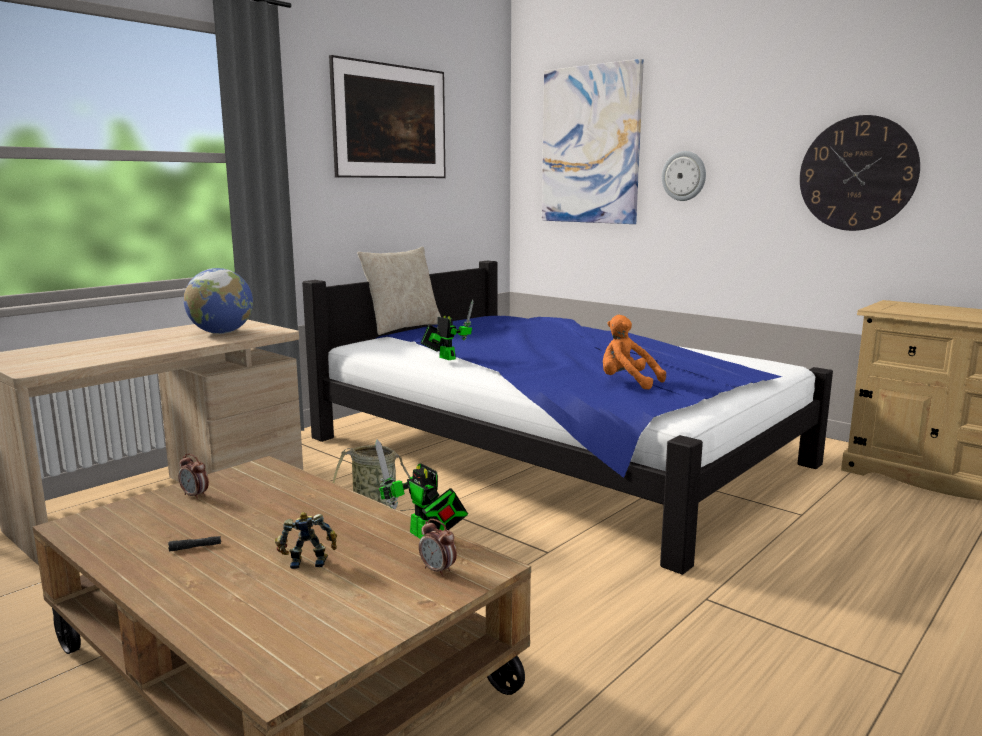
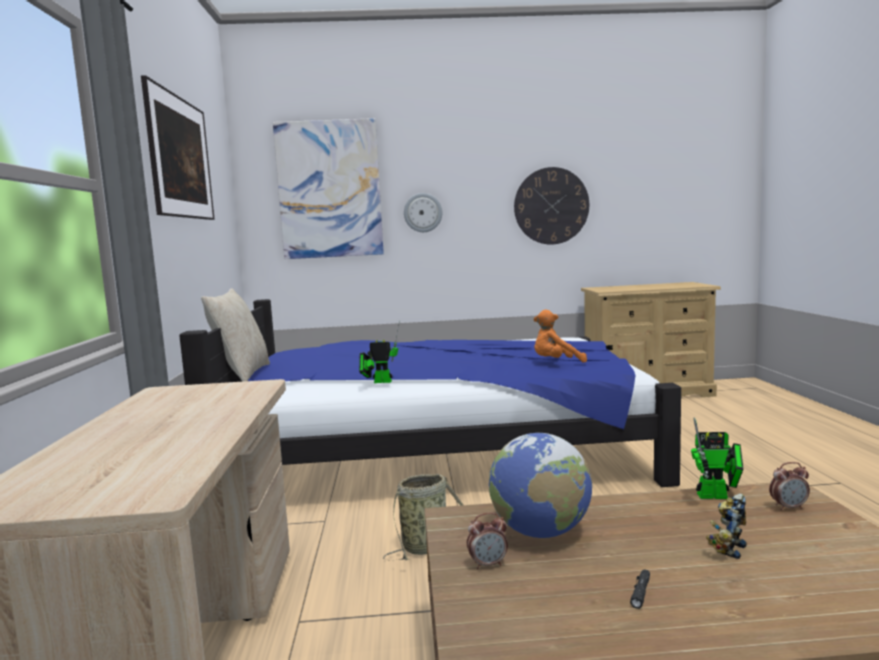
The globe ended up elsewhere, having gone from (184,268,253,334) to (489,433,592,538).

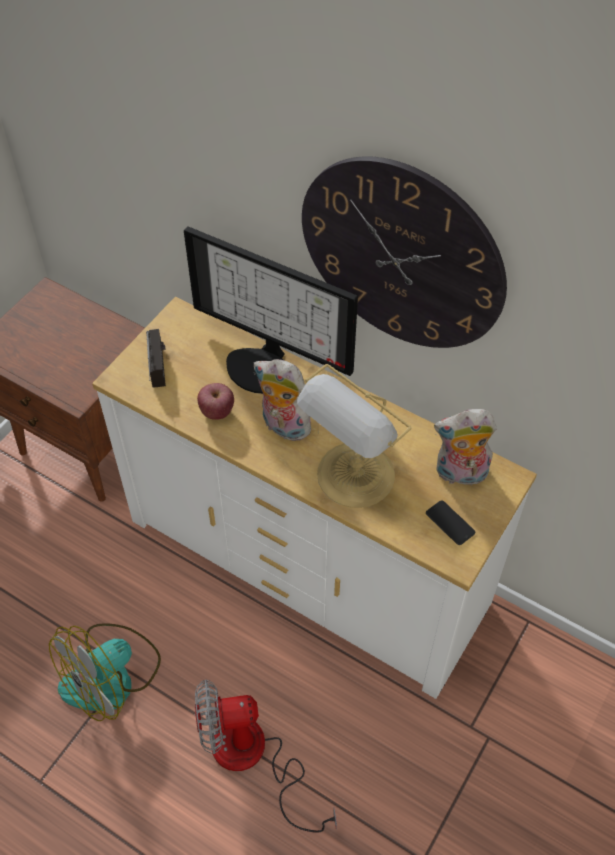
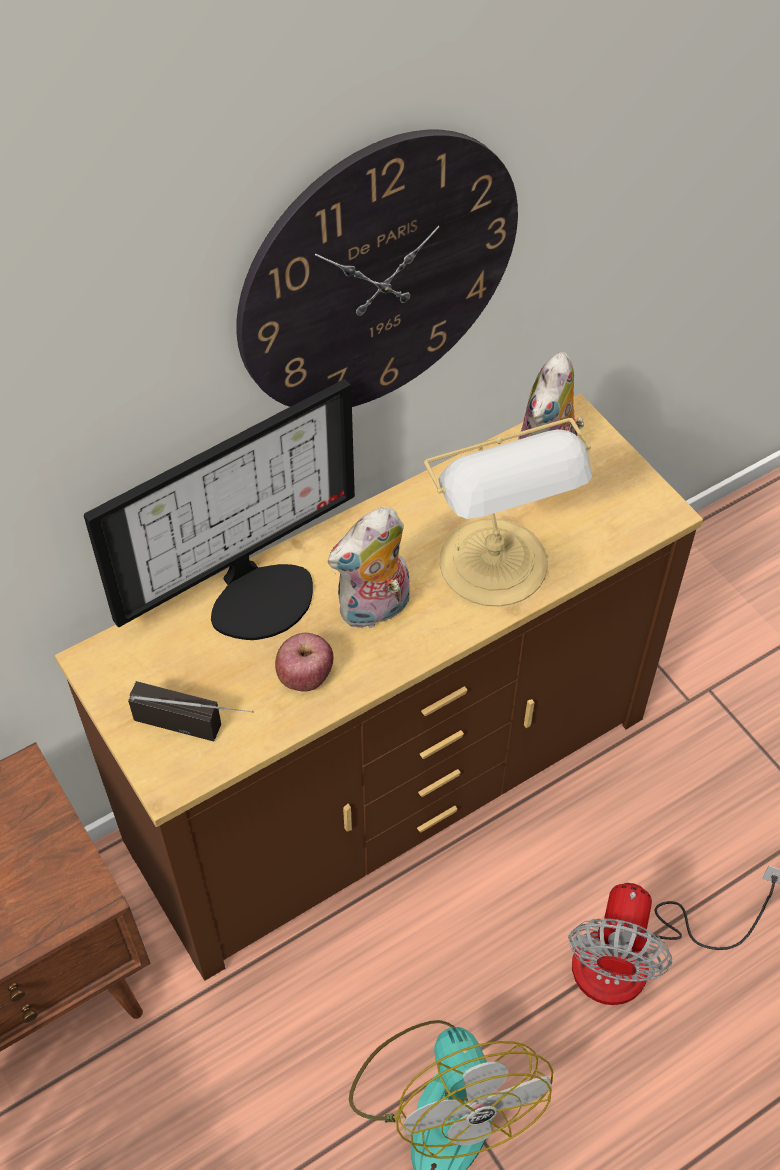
What was the white dresser at (92,297,537,699) turned into the brown dresser at (55,394,703,981).
The second view lost the phone at (426,500,475,545).

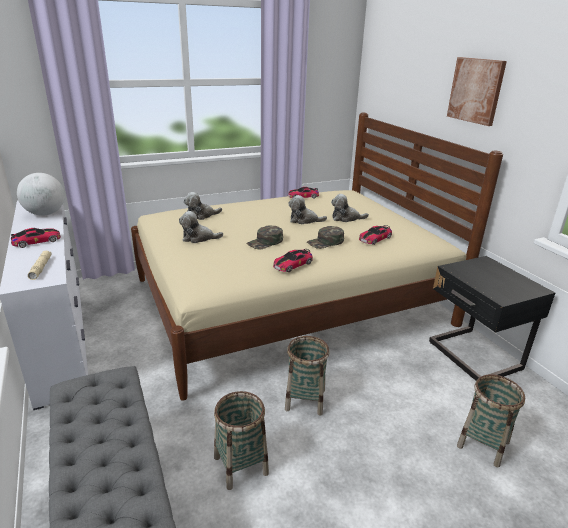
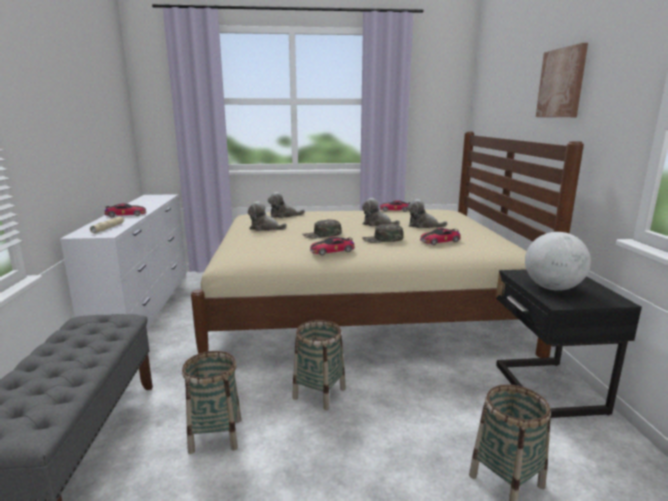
The globe ended up elsewhere, having gone from (17,173,65,215) to (525,232,591,291).

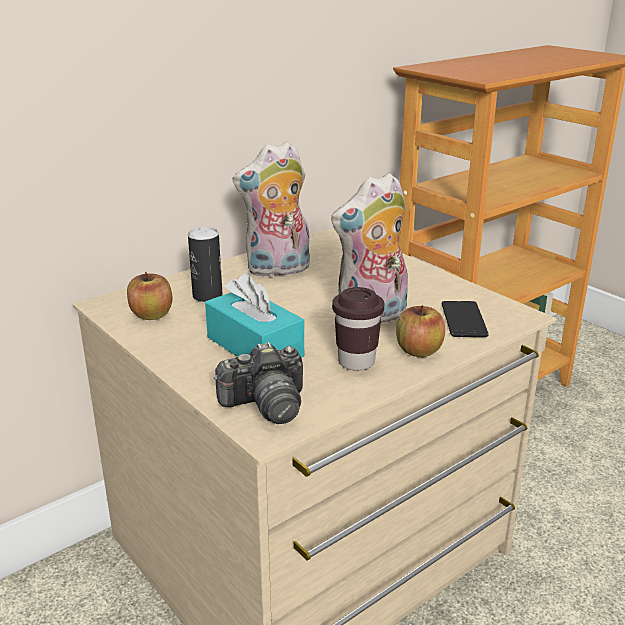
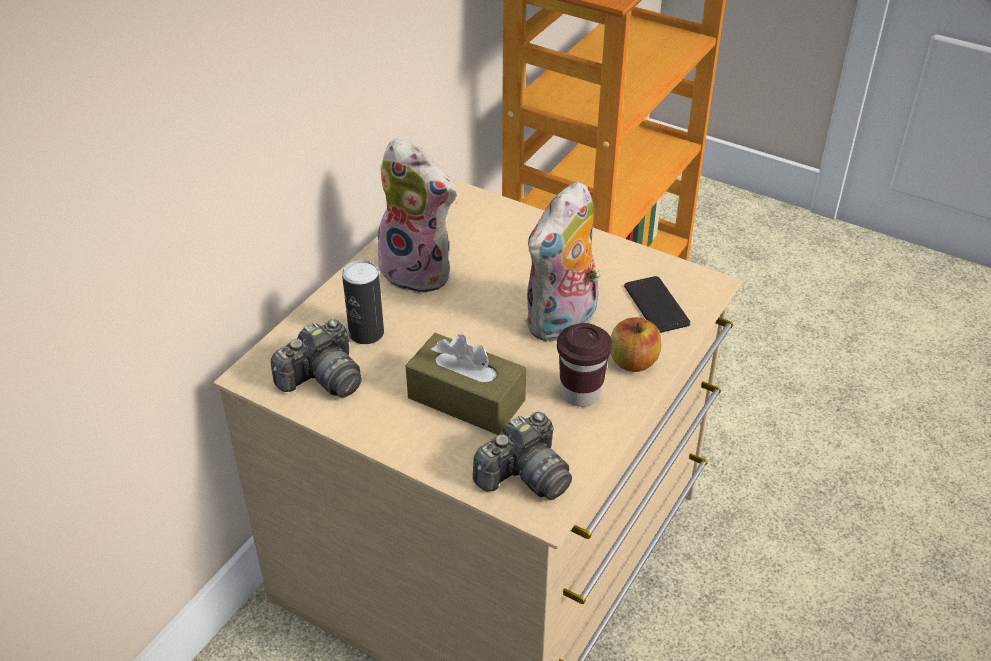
Where the apple stood at (127,272,172,320), the photo camera came to stand at (271,319,362,397).
The plush toy at (232,142,310,277) ended up facing another way, 105 degrees counterclockwise from before.
What was the turquoise tissue box at (205,273,304,358) turned into the brown tissue box at (406,333,526,435).

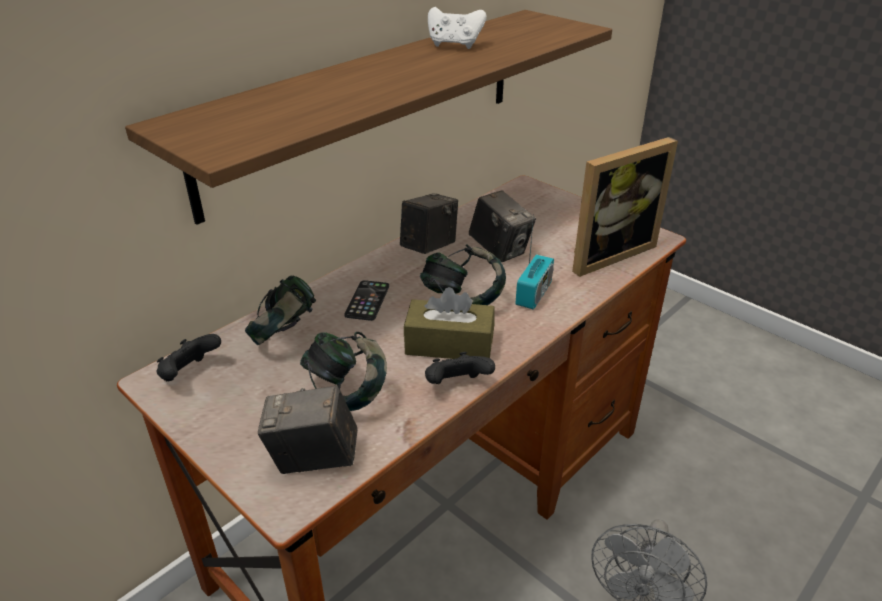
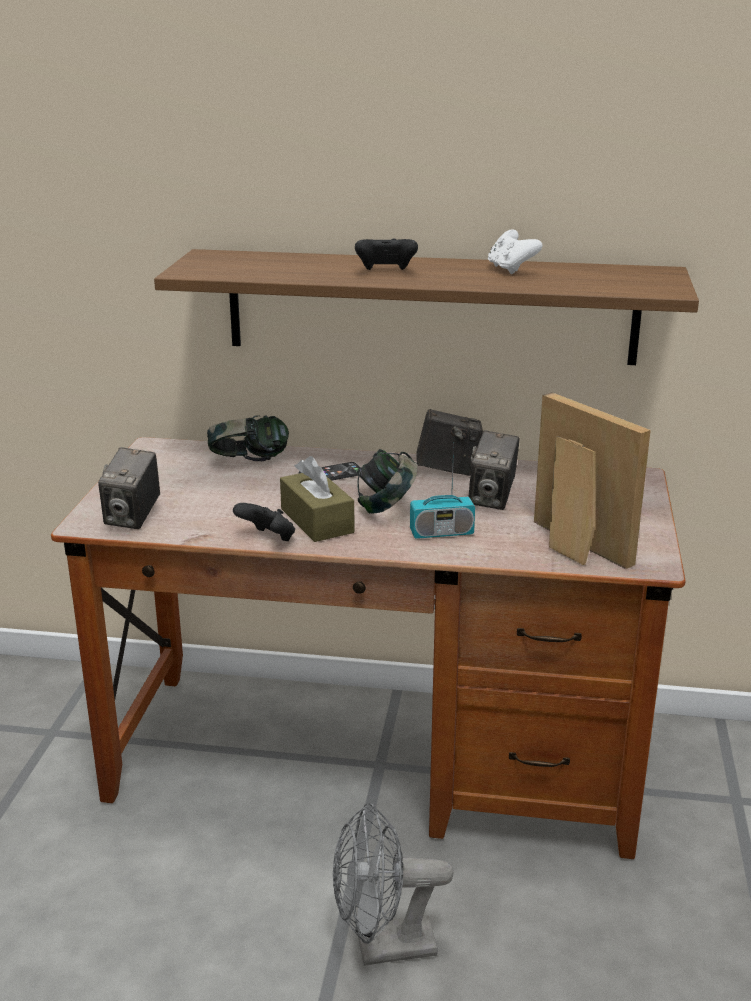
The photo camera at (258,385,357,474) ended up facing another way, 135 degrees counterclockwise from before.
The black game controller ended up elsewhere, having gone from (157,334,221,381) to (355,239,418,270).
The picture frame at (572,137,678,277) ended up facing another way, 150 degrees counterclockwise from before.
The second view lost the headphones at (300,332,387,411).

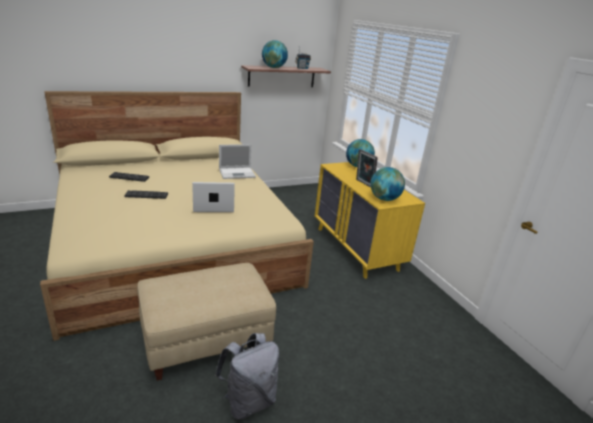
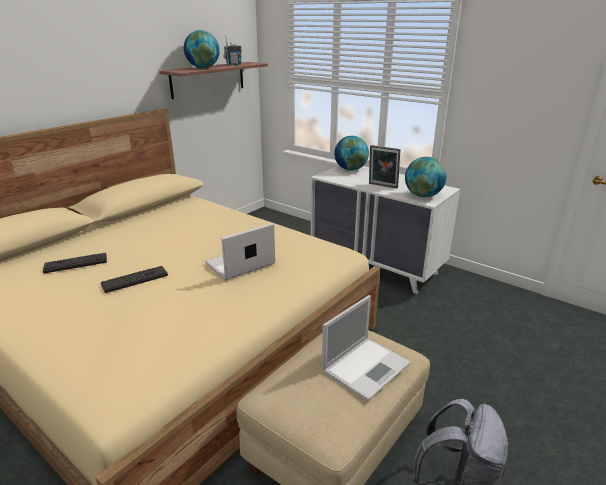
What was the yellow dresser at (315,162,425,279) turned into the white dresser at (311,166,460,294).
The laptop ended up elsewhere, having gone from (219,144,256,179) to (322,295,411,402).

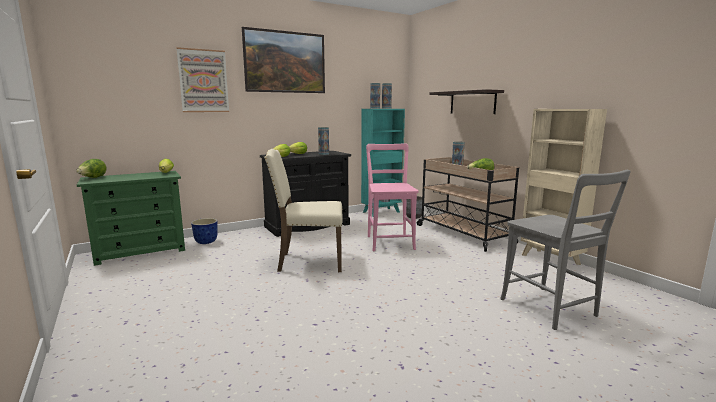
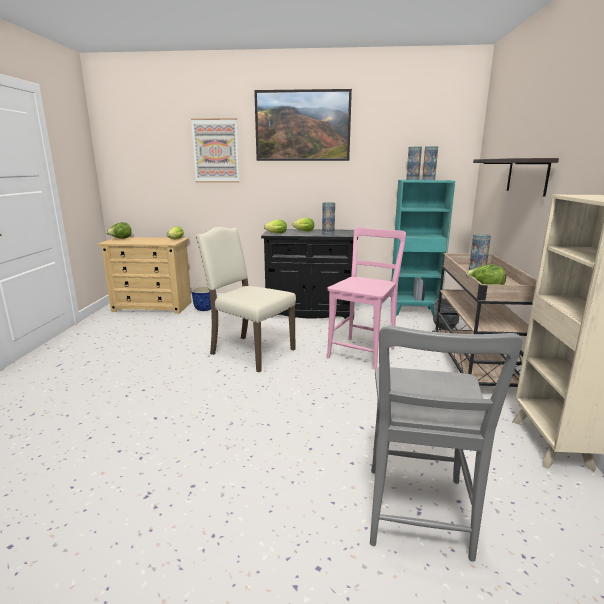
What was the green dresser at (77,171,185,266) turned into the beige dresser at (98,237,192,314).

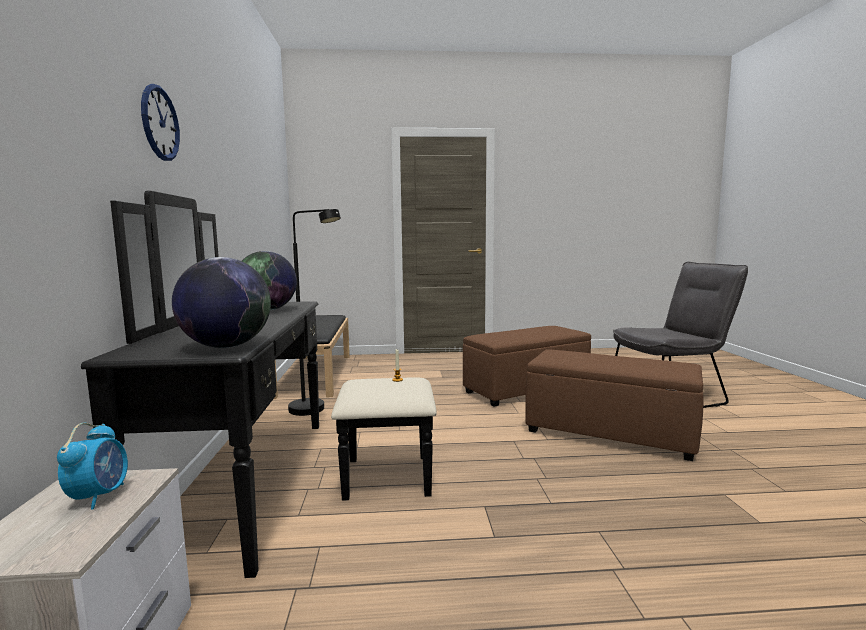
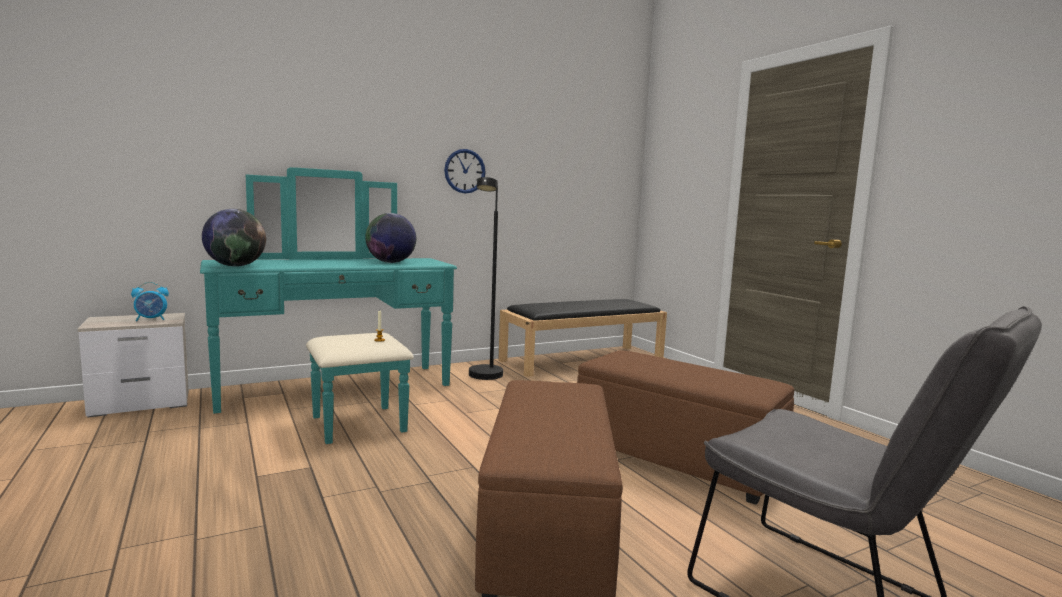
What was the black dresser at (81,191,437,578) turned into the turquoise dresser at (200,167,457,444).
The wall clock ended up elsewhere, having gone from (141,84,180,161) to (444,149,486,193).

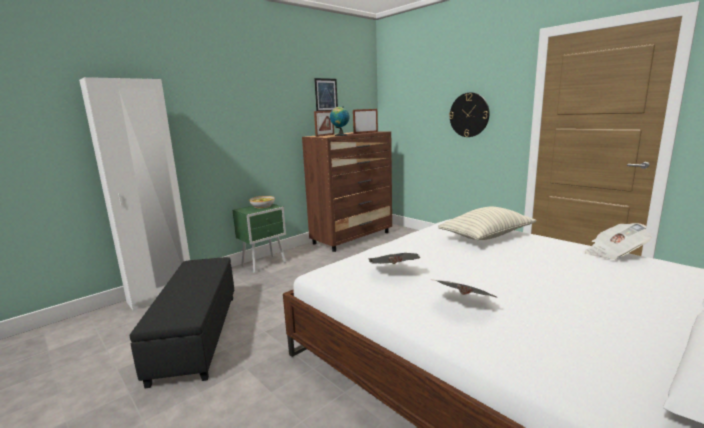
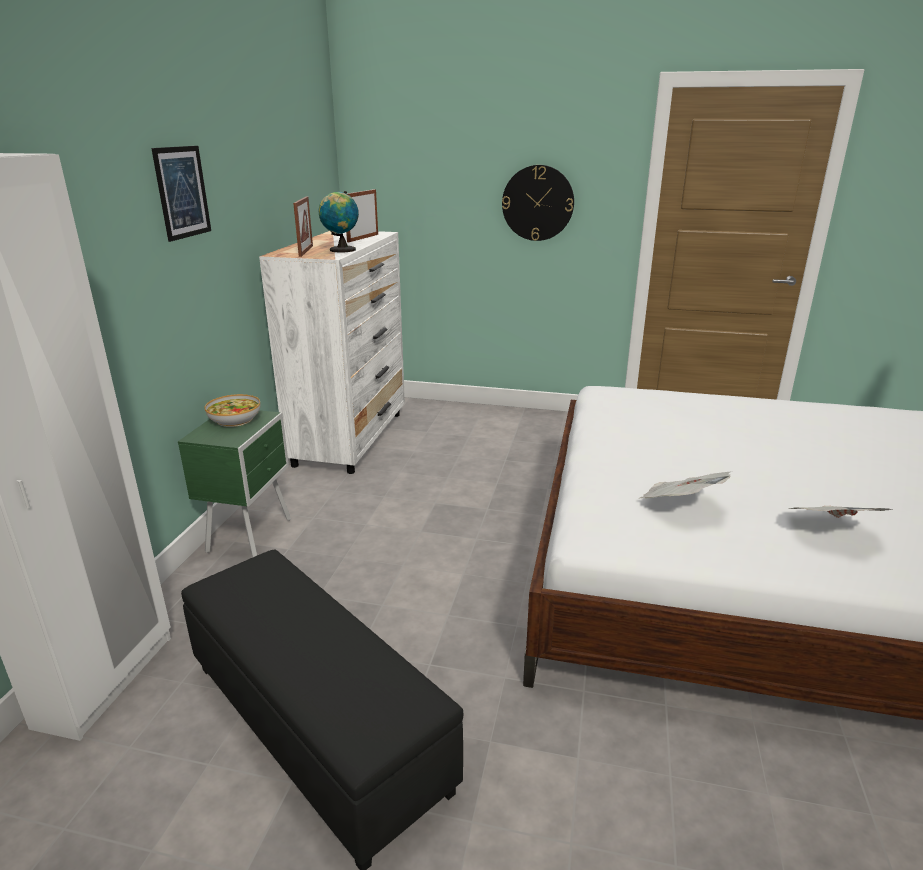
The picture ended up elsewhere, having gone from (314,78,338,111) to (151,146,211,242).
What was the brown dresser at (302,131,392,252) turned into the white dresser at (259,231,405,474).
The second view lost the pillow at (438,206,537,240).
The second view lost the newspaper at (584,223,651,259).

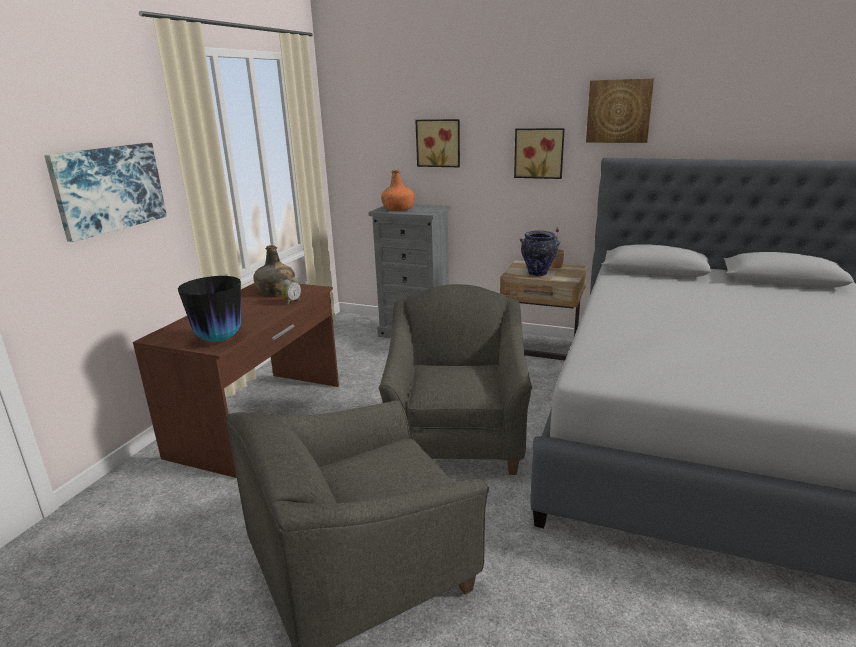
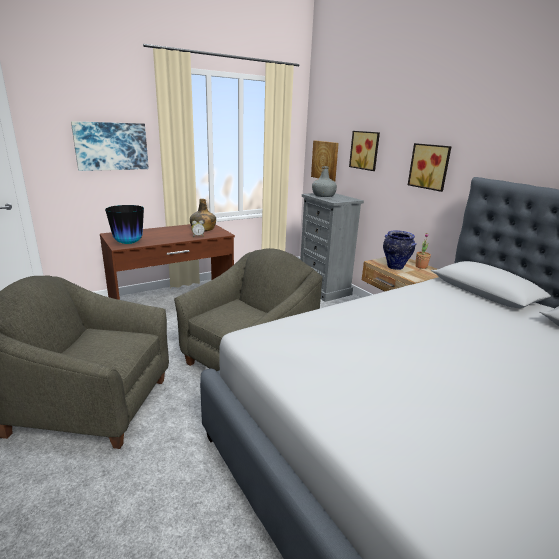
The picture ended up elsewhere, having gone from (586,78,654,143) to (311,141,339,182).
What was the orange bottle at (381,170,414,211) turned into the grey bottle at (312,166,337,197).

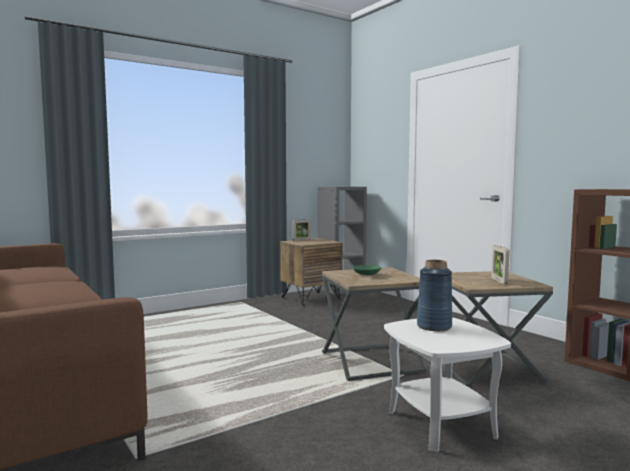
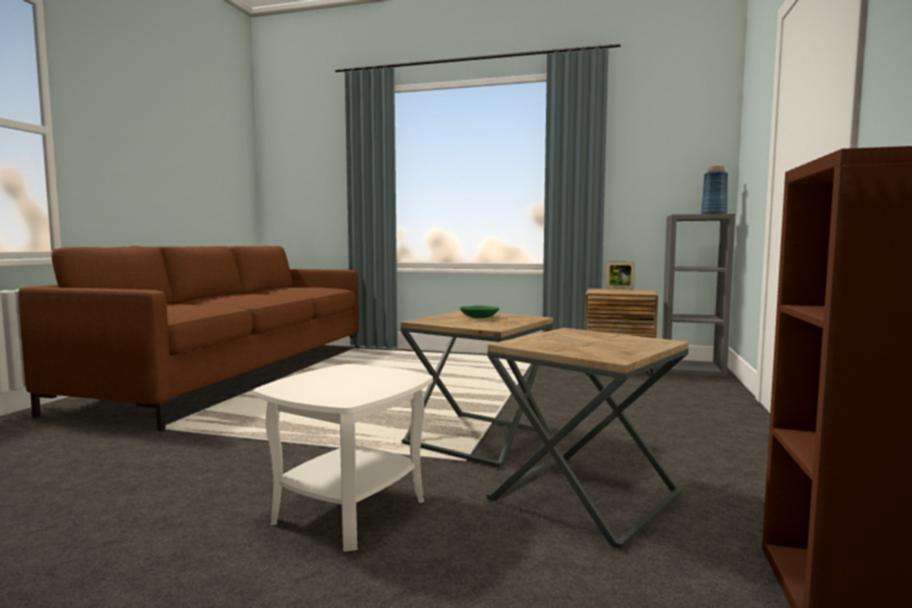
The blue vase ended up elsewhere, having gone from (417,260,452,331) to (701,166,728,214).
The second view lost the picture frame at (491,245,509,284).

